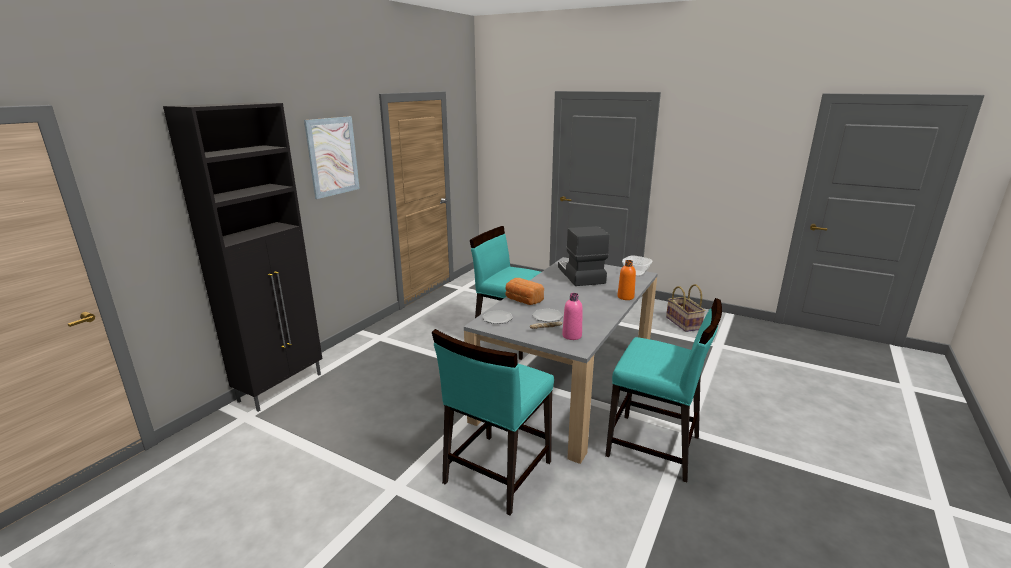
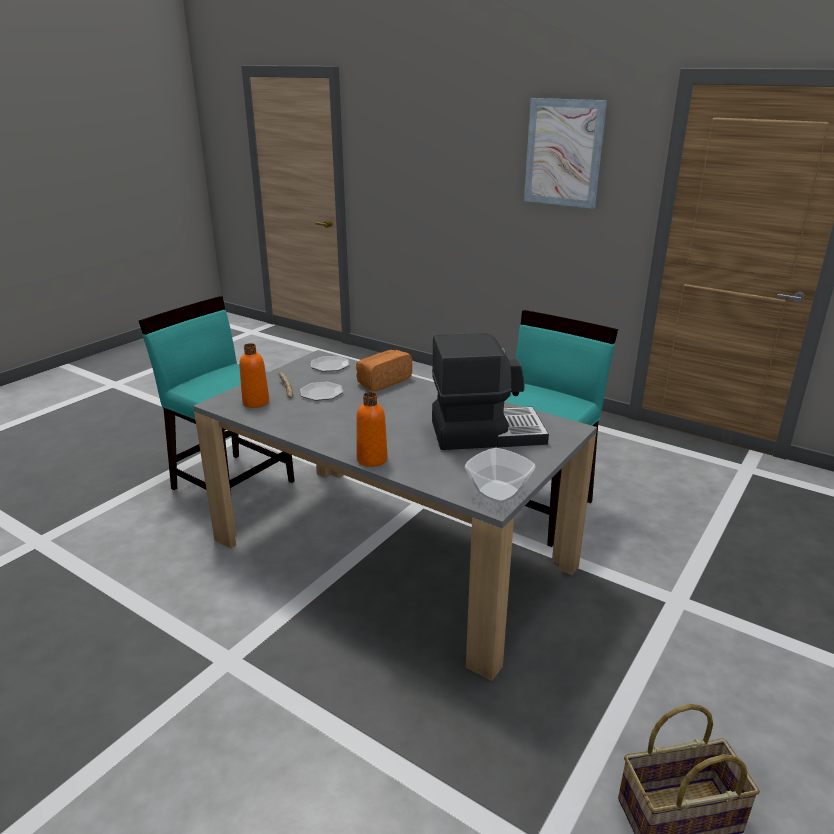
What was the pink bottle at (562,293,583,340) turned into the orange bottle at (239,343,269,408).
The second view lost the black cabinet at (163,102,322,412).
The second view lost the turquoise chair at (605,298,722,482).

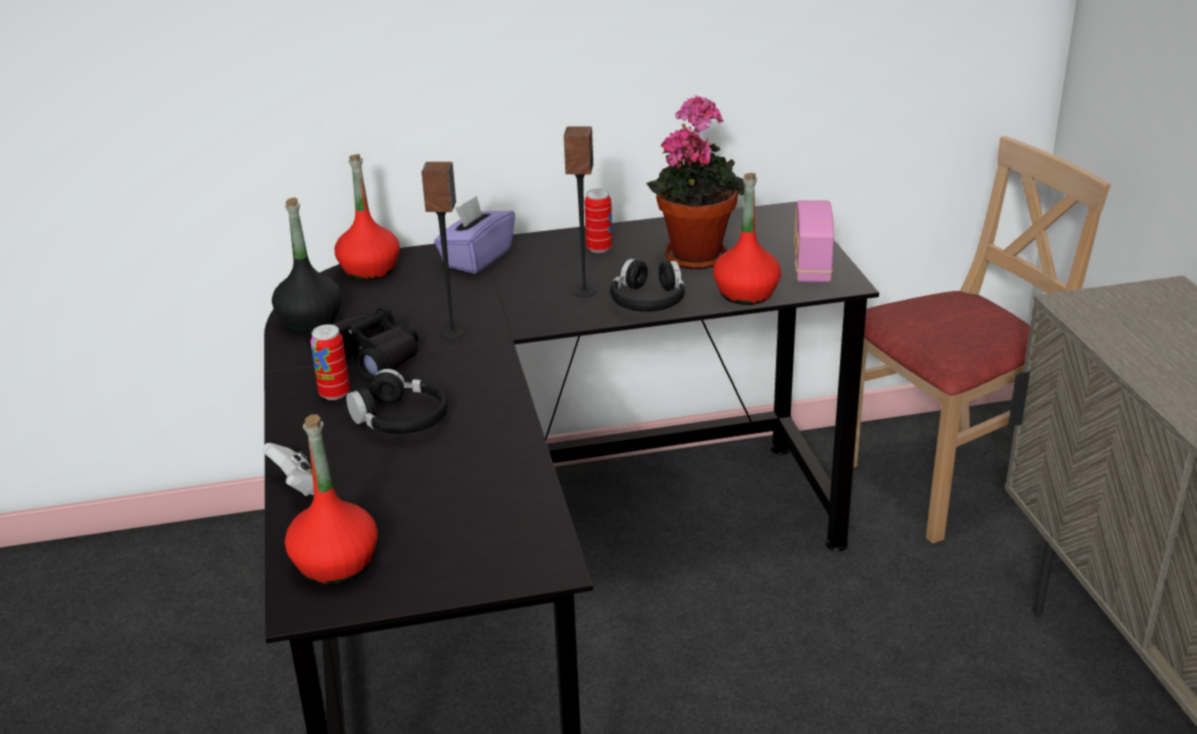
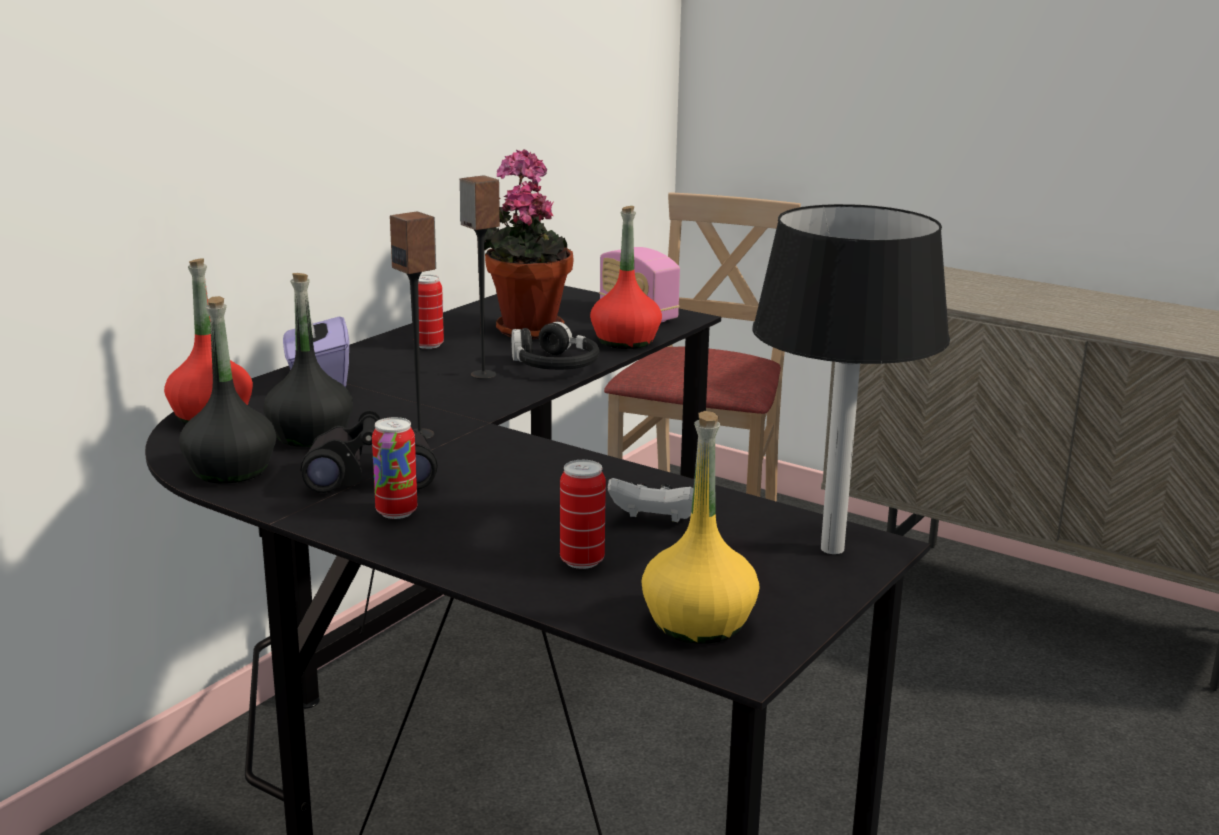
The second view gained the black bottle at (263,273,353,447).
The second view gained the can at (560,460,606,569).
The white game controller ended up elsewhere, having gone from (262,443,314,496) to (608,478,694,523).
What was the red bottle at (285,414,378,585) turned into the yellow bottle at (642,411,759,644).
The second view gained the black table lamp at (752,204,950,554).
The second view lost the black headphones at (346,369,448,434).

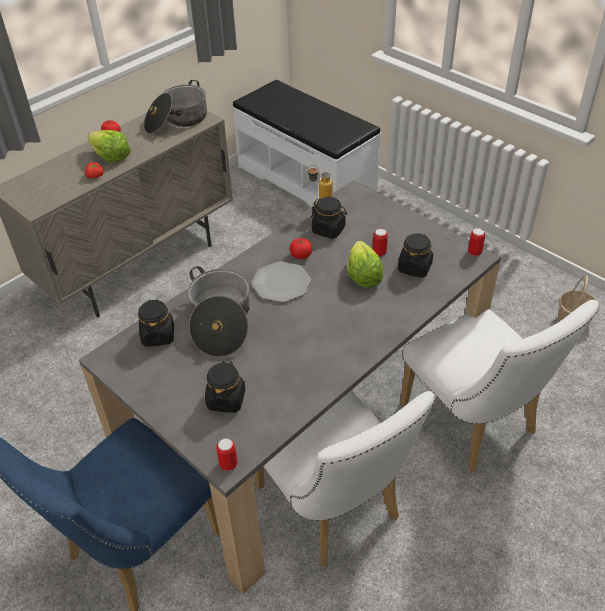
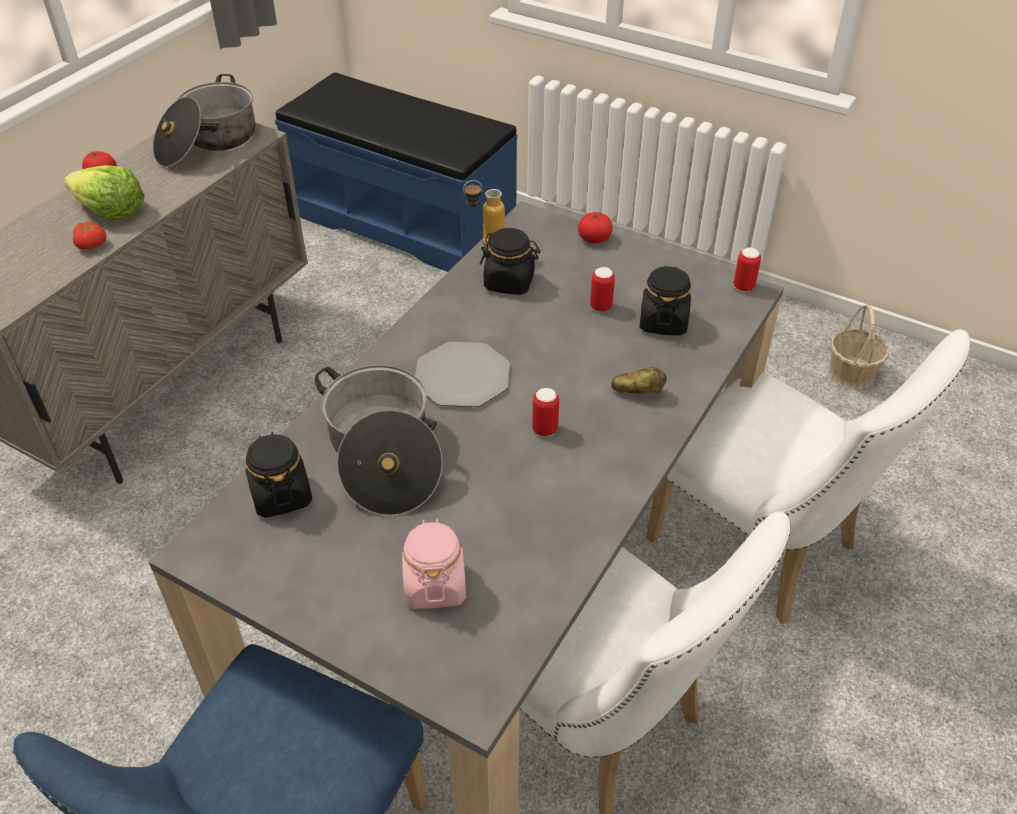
What was the white bench at (232,80,381,207) turned into the blue bench at (275,72,517,272).
What was the black jar at (205,361,245,413) turned into the pink jar at (402,519,466,609).
The can ended up elsewhere, having gone from (216,438,238,471) to (532,388,559,437).
The tomato ended up elsewhere, having gone from (290,238,312,259) to (578,212,613,244).
The second view gained the potato at (611,367,667,394).
The second view lost the lettuce at (347,241,383,287).

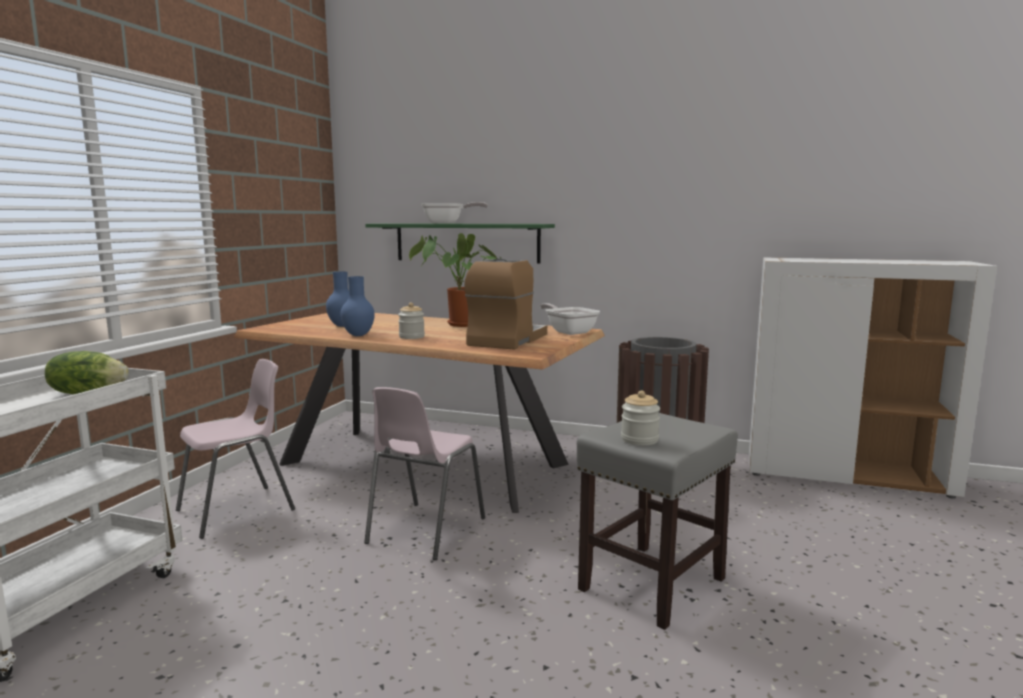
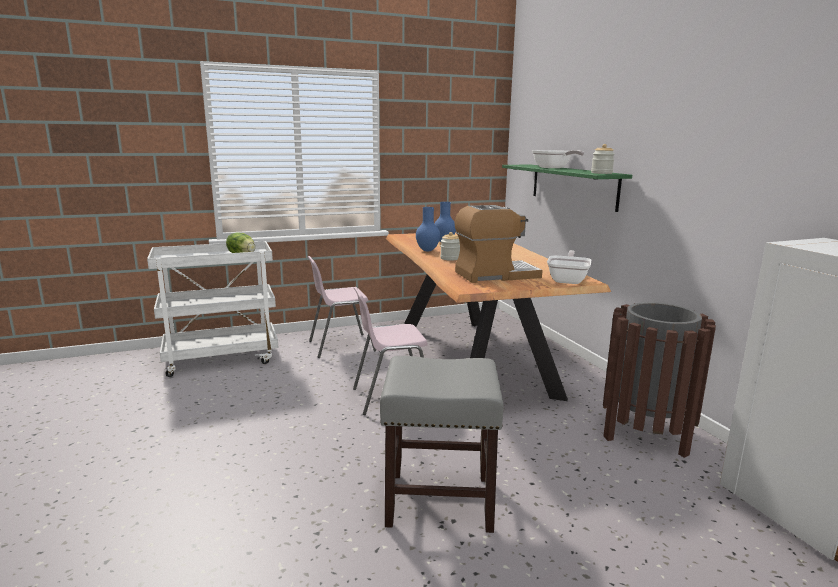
The pink chair at (176,359,295,539) ended up facing another way, 150 degrees clockwise from before.
The jar ended up elsewhere, having gone from (621,391,660,445) to (591,144,615,174).
The second view lost the potted plant at (409,233,501,327).

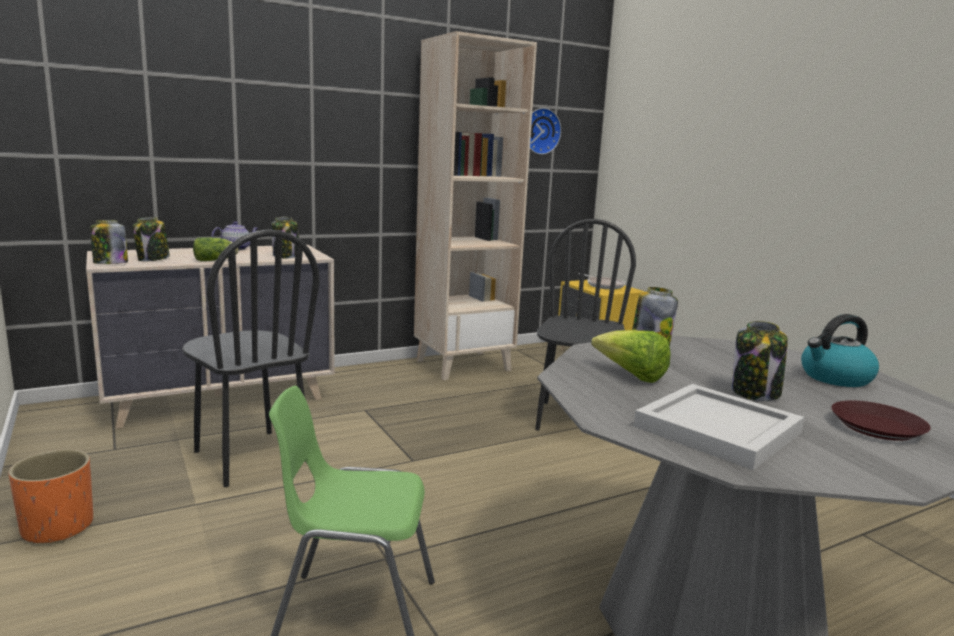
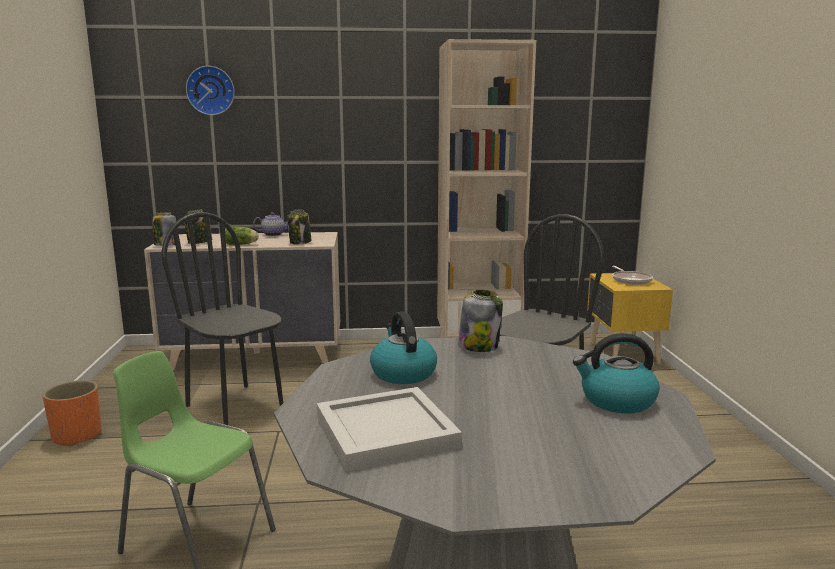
The black chair at (182,230,319,487) ended up facing another way, 150 degrees clockwise from before.
The wall clock ended up elsewhere, having gone from (530,108,561,155) to (186,66,235,115).
Where the lettuce stood at (591,330,671,383), the kettle came to stand at (370,312,437,384).
The second view lost the jar at (731,321,788,401).
The second view lost the brown plate at (831,400,931,441).

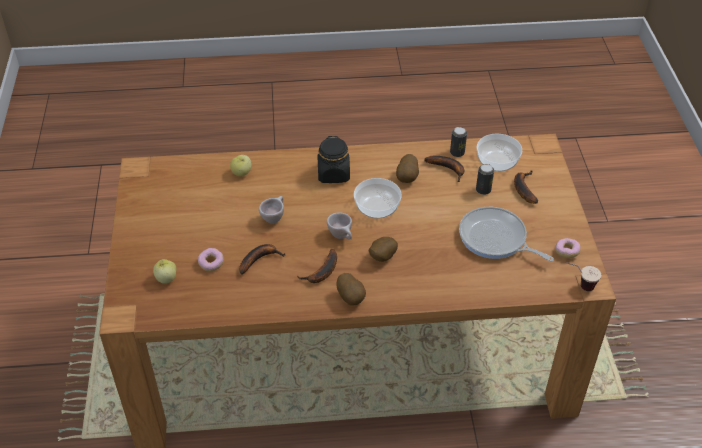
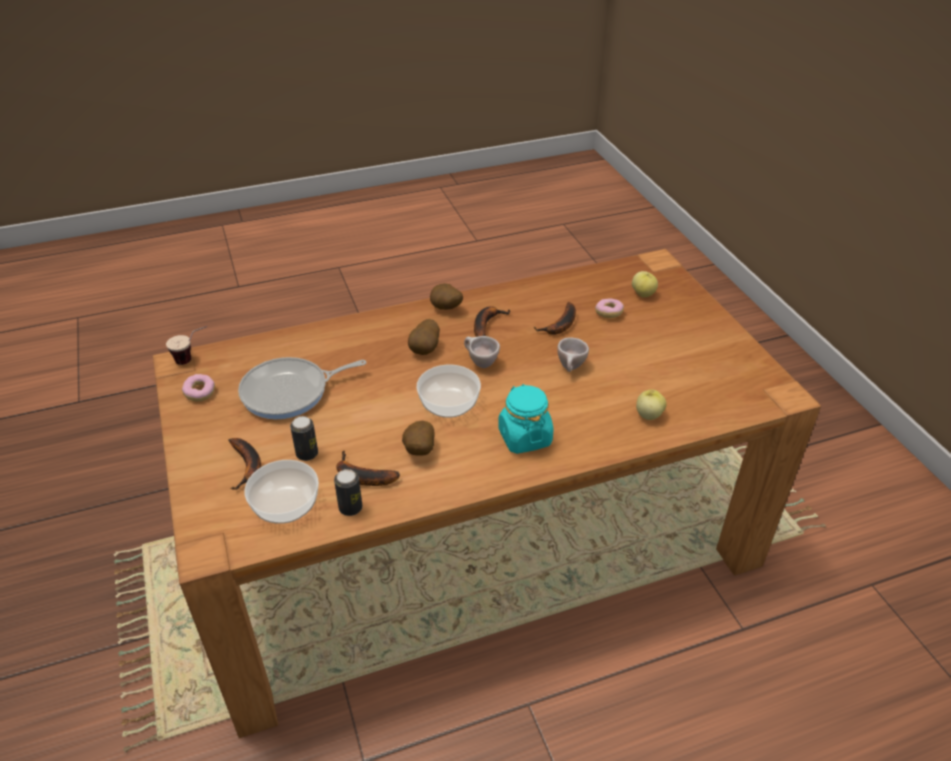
The frying pan at (459,207,554,261) ended up facing another way, 135 degrees clockwise from before.
What was the black jar at (317,136,350,183) turned into the turquoise jar at (498,384,553,454).

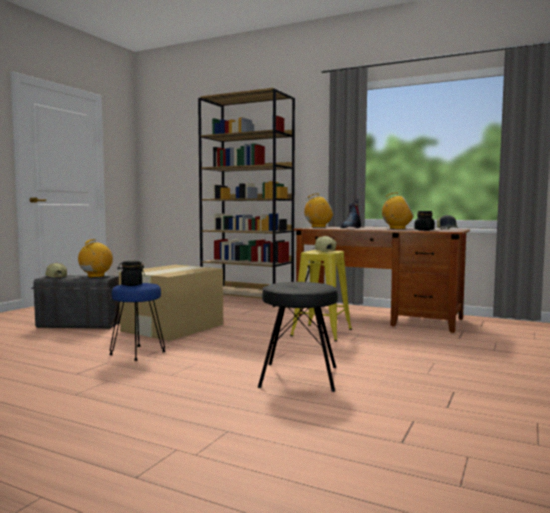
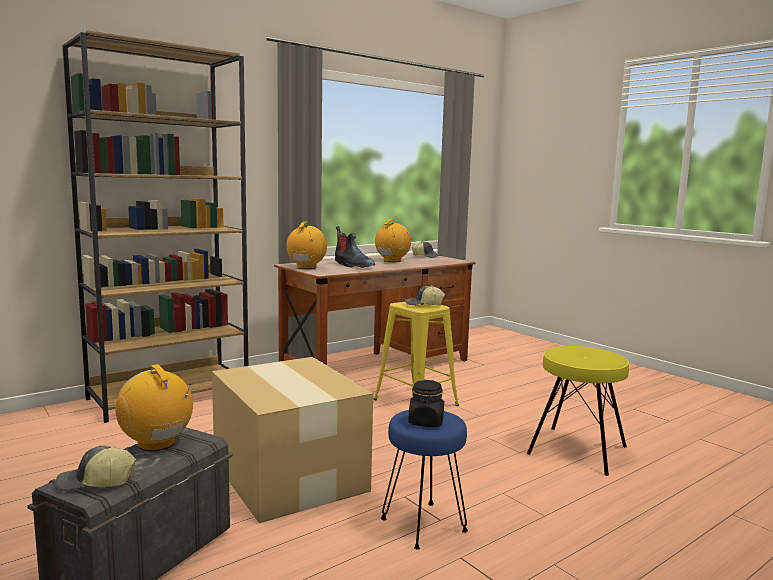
What was the black stool at (258,282,338,392) turned into the yellow stool at (527,346,629,476).
The second view lost the black jar at (414,211,435,231).

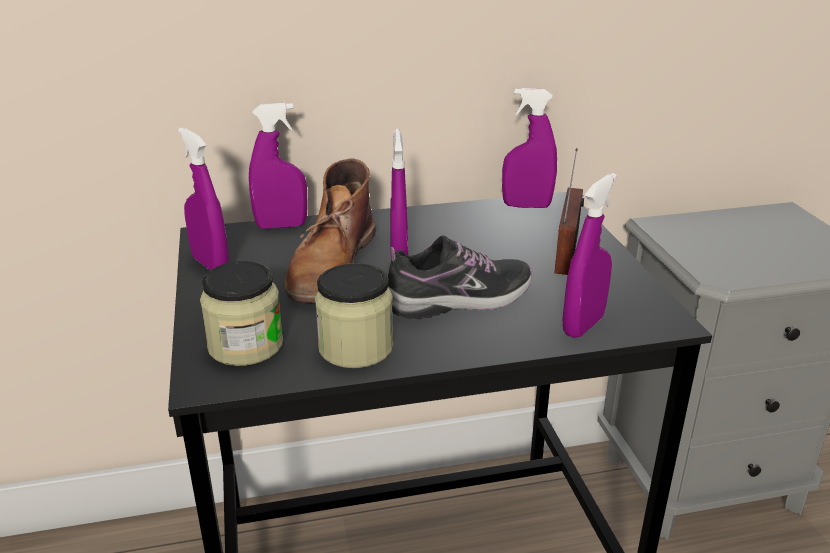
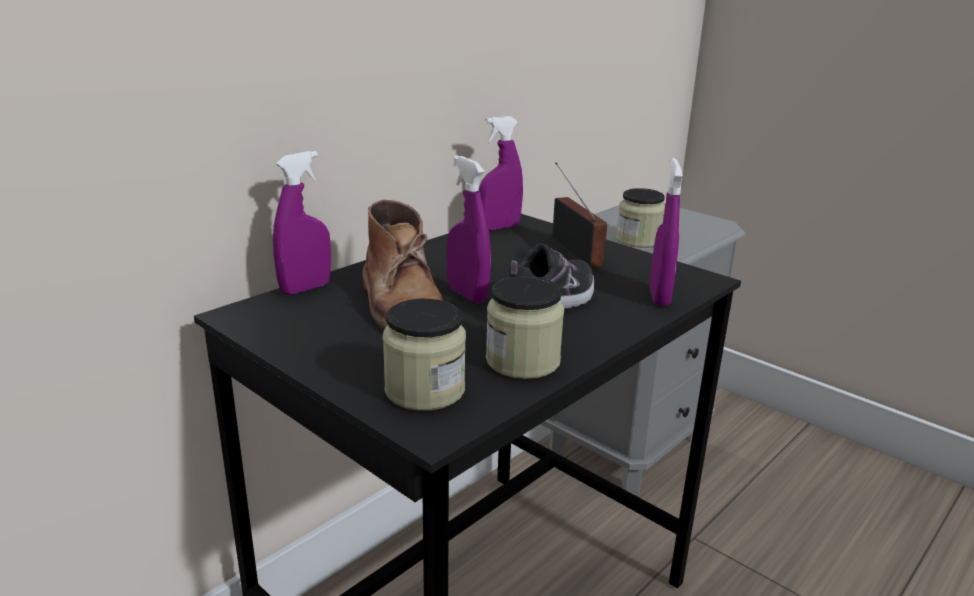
The second view gained the jar at (616,188,665,248).
The second view lost the purple spray bottle at (178,128,229,270).

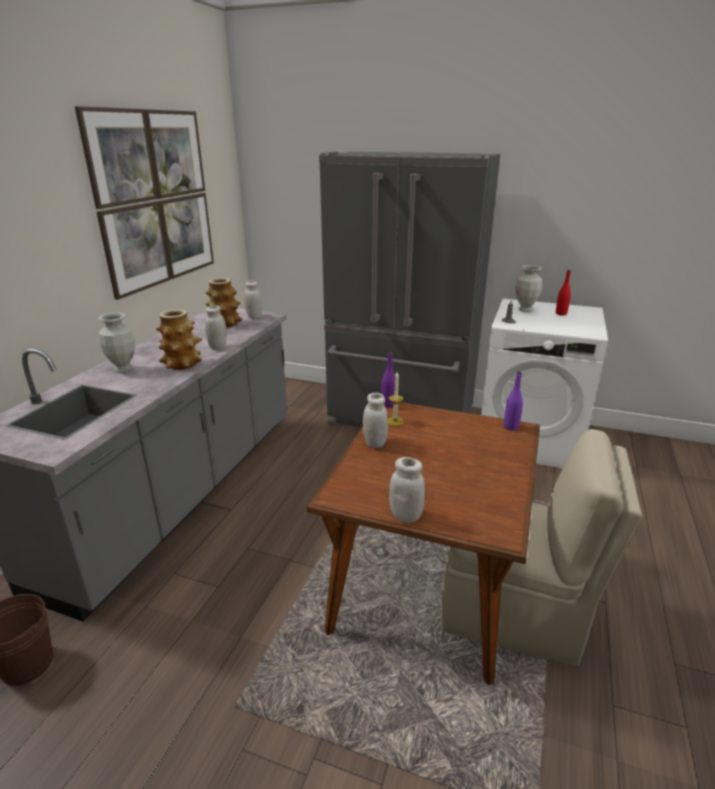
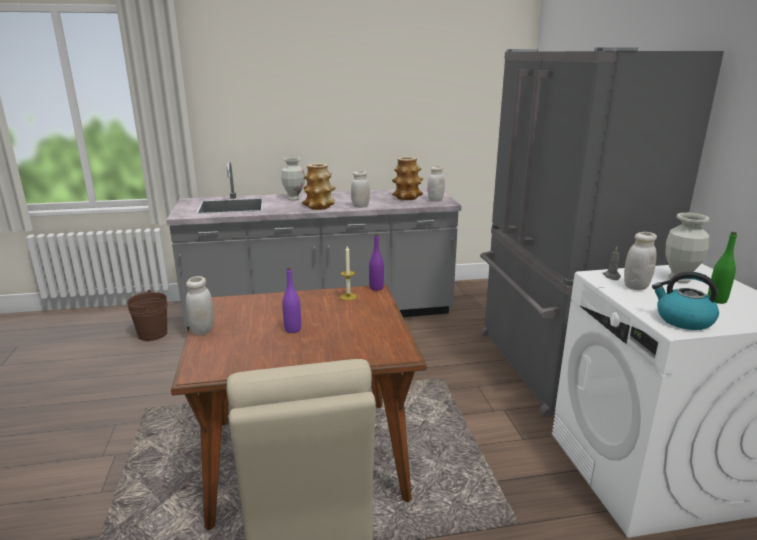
The purple bottle ended up elsewhere, having gone from (504,371,523,431) to (282,267,301,333).
The white jar ended up elsewhere, having gone from (363,393,388,448) to (624,232,657,290).
The second view gained the kettle at (652,272,719,330).
What was the red bottle at (556,270,571,316) turned into the green bottle at (708,232,737,304).
The second view lost the picture at (75,106,214,300).

